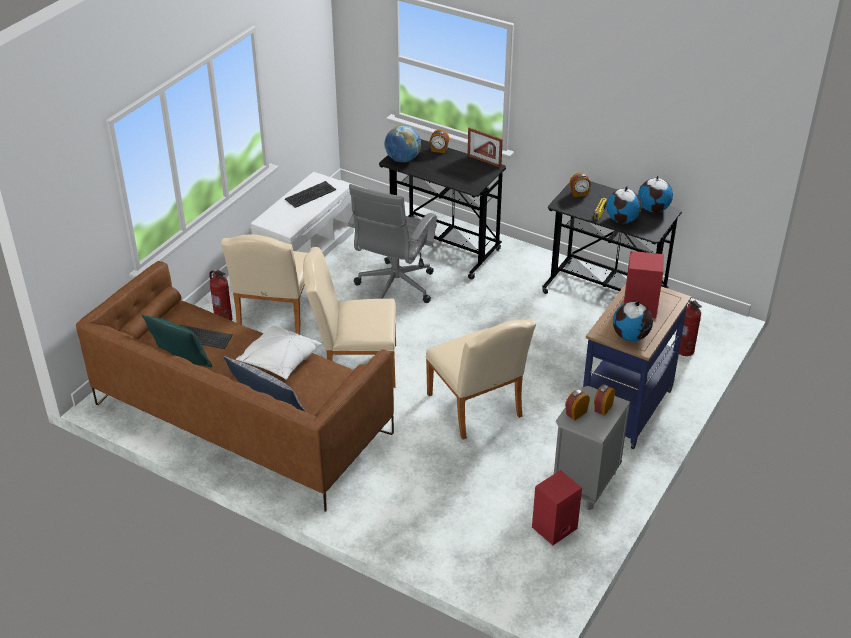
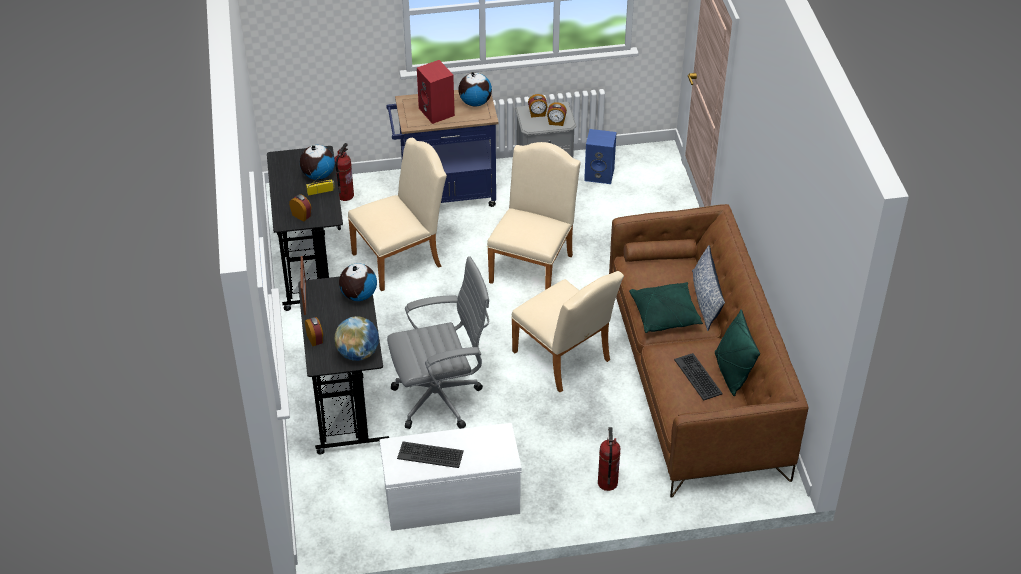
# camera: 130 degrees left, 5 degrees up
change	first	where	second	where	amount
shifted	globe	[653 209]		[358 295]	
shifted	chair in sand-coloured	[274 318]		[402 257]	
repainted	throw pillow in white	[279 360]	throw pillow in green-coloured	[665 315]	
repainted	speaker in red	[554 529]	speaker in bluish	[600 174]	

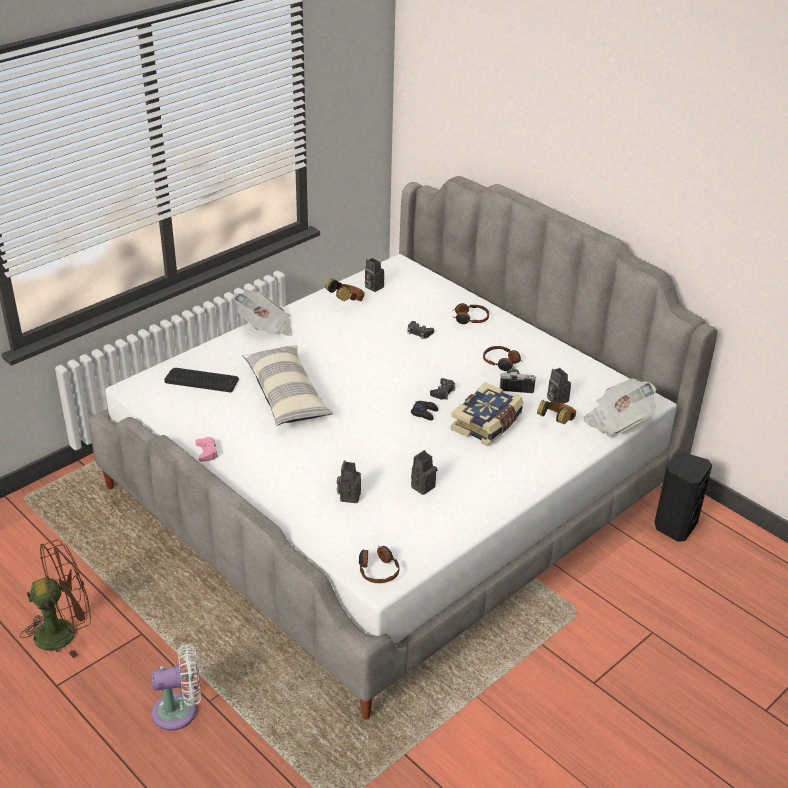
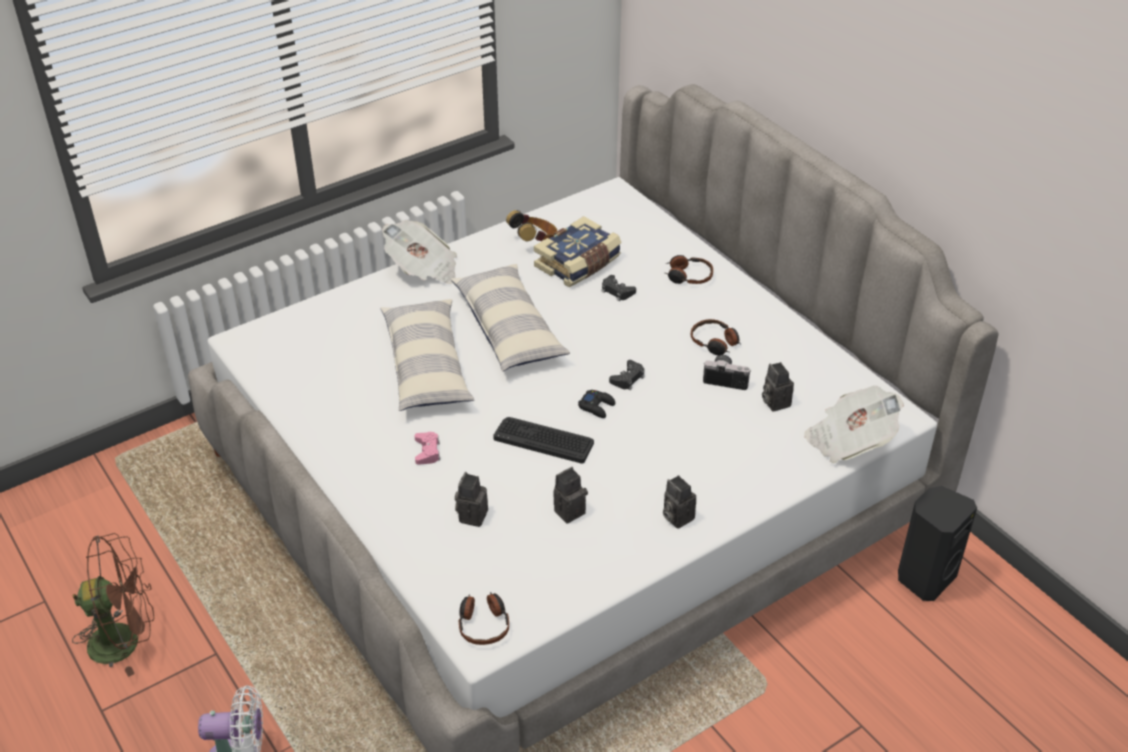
# camera: 10 degrees right, 5 degrees up
change	first	where	second	where	amount
shifted	photo camera	[372 287]		[676 517]	
shifted	PC keyboard	[202 380]		[544 440]	
shifted	volume	[487 424]		[578 264]	
gone	pair of headphones	[556 423]			
shifted	joypad in pink	[207 452]		[427 451]	
new			throw pillow	[509 329]	

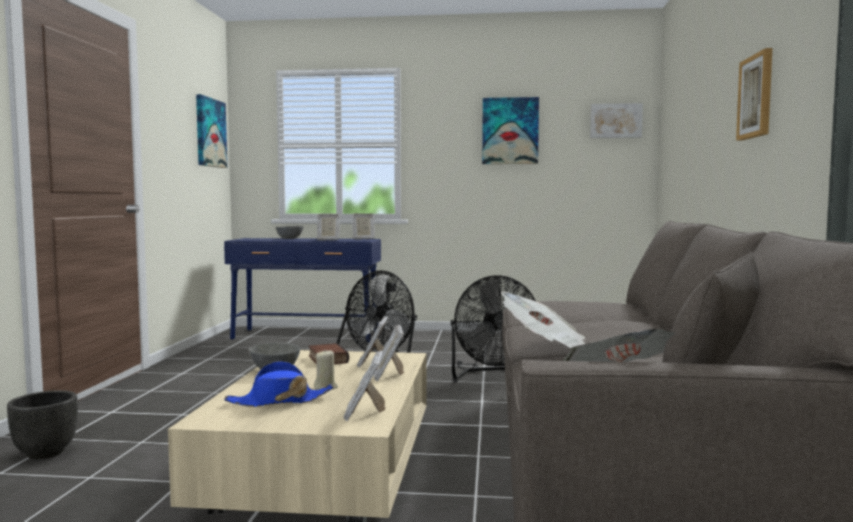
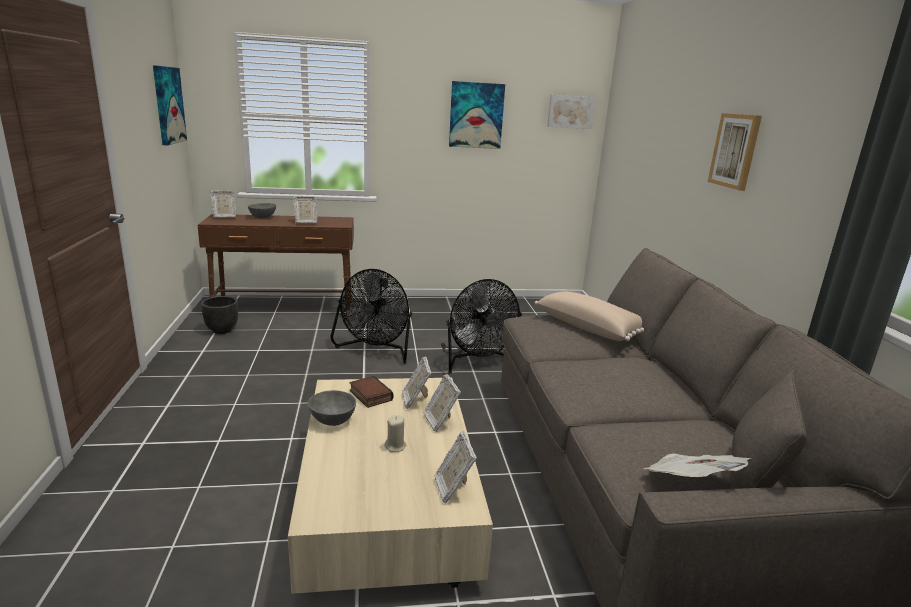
# camera: 15 degrees left, 15 degrees up
change	first	where	second	where	amount
shifted	picture frame	[363 239]		[224 217]	
repainted	console table in bluish	[306 336]	console table in brown	[284 310]	
gone	printed paper	[545 346]			
gone	wearable hat in bluish	[279 401]			
shifted	flower pot in black-coloured	[44 453]		[221 330]	
new			throw pillow in sand-coloured	[591 328]	

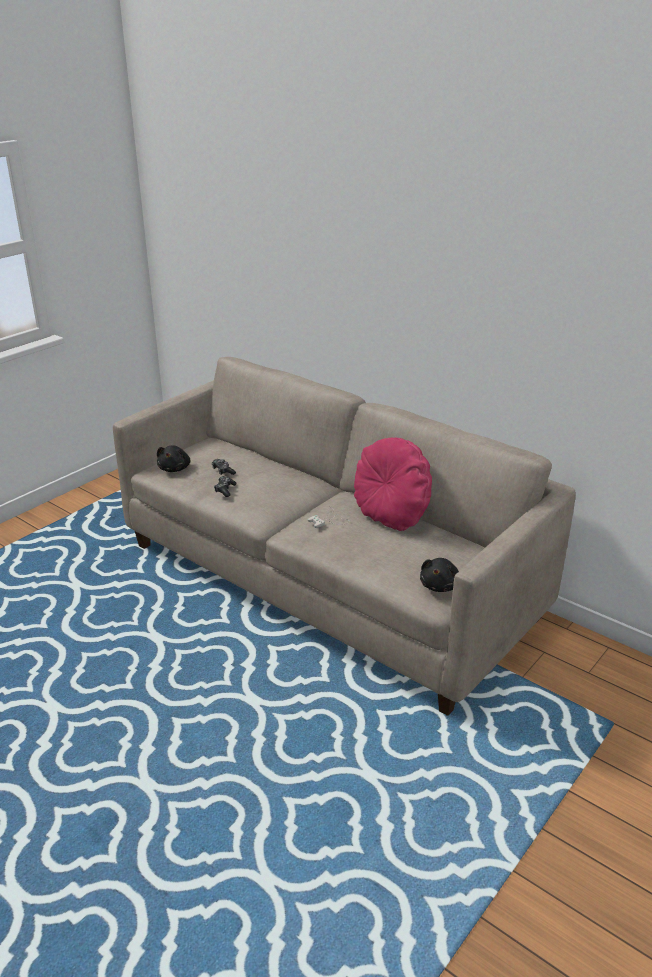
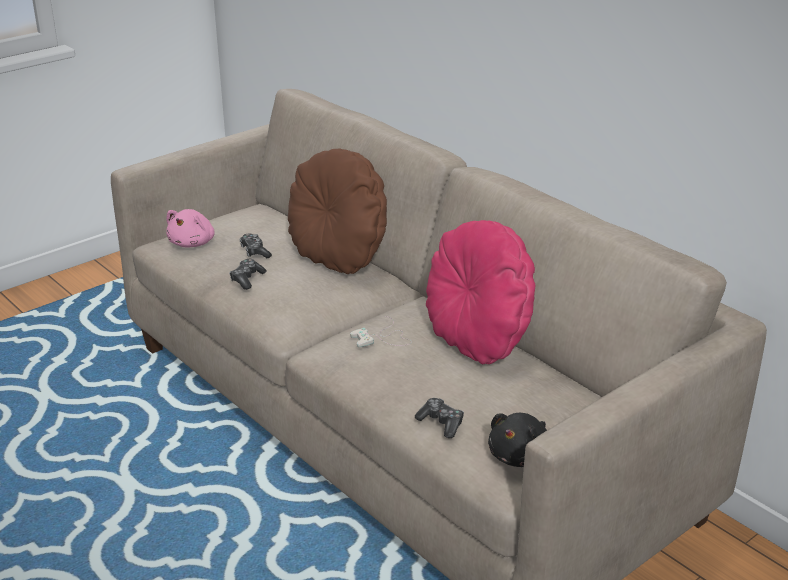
# camera: 10 degrees right, 0 degrees up
change	first	where	second	where	amount
repainted	plush toy in black-coloured	[175 468]	plush toy in pink	[193 243]	
new			throw pillow in brown	[338 259]	
new			joypad	[441 423]	

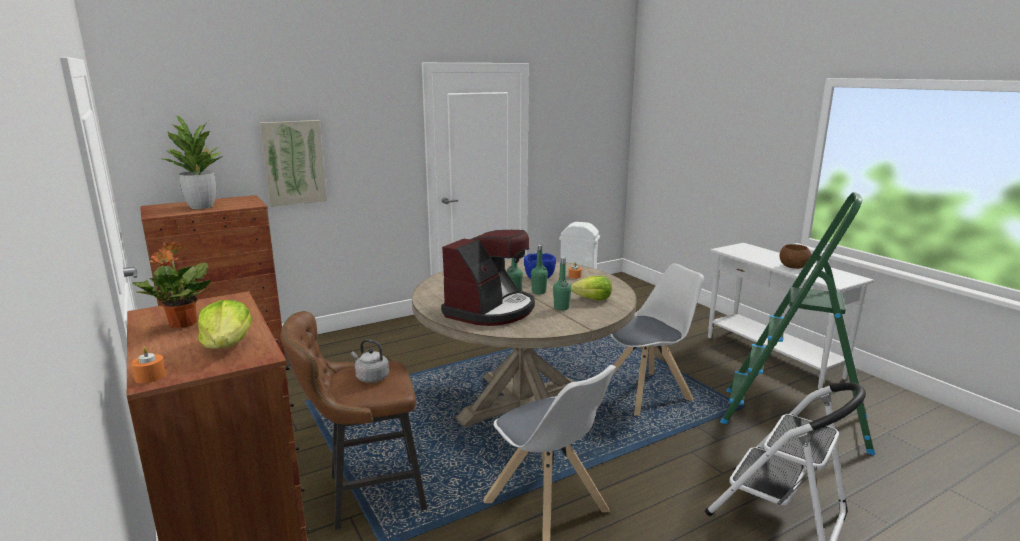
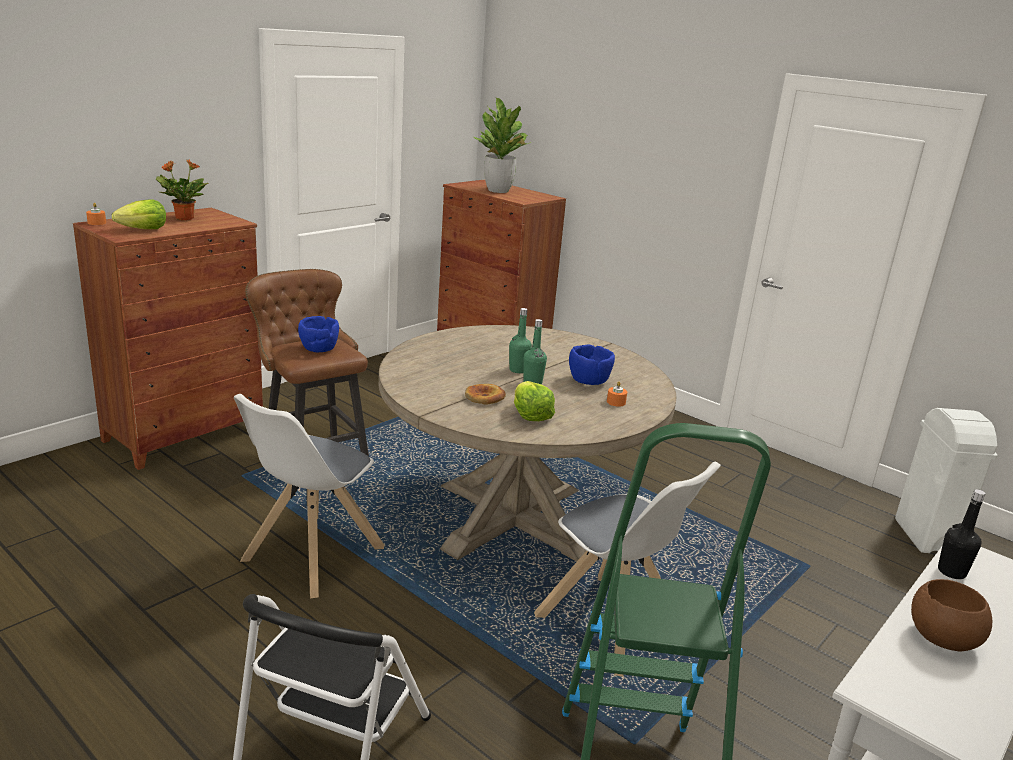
# camera: 70 degrees right, 5 degrees up
change	first	where	second	where	amount
gone	wall art	[294 162]			
gone	coffee machine	[490 310]			
swapped	drink bottle in green-coloured	[561 308]	bread	[484 397]	
swapped	water kettle in gray	[370 377]	serving bowl in bluish	[319 348]	
new			drink bottle in black-coloured	[951 572]	

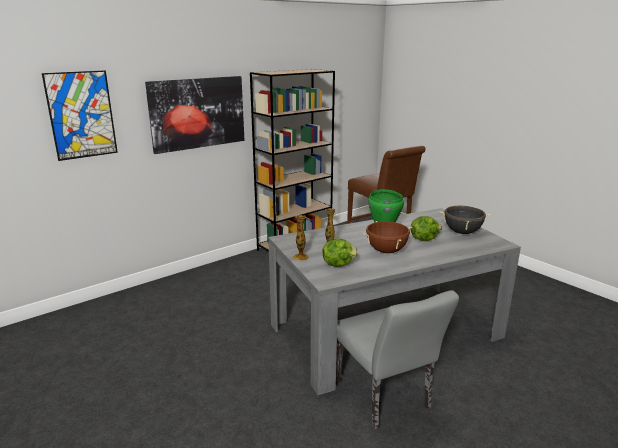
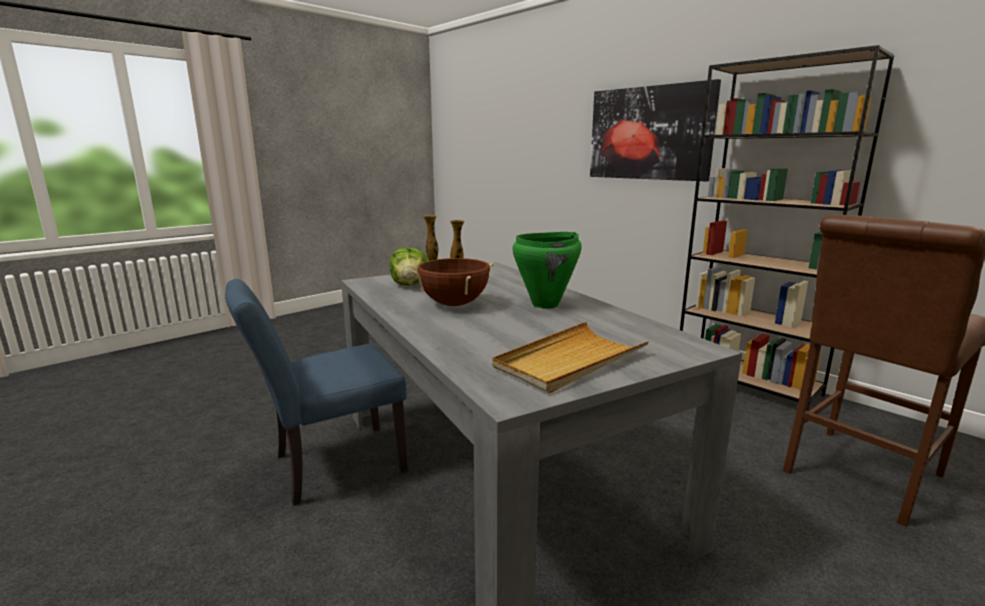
# camera: 85 degrees right, 5 degrees down
change	first	where	second	where	amount
gone	wall art	[81 115]			
swapped	saucepot in black-coloured	[462 232]	tray in sand-coloured	[570 360]	
gone	head of lettuce	[424 239]			
repainted	chair in gray	[385 399]	chair in bluish	[329 465]	

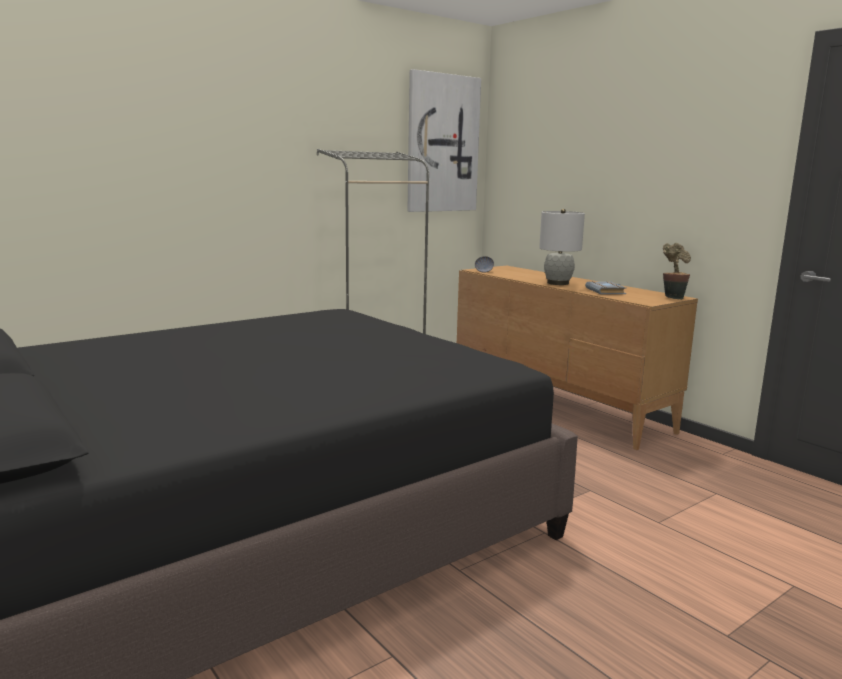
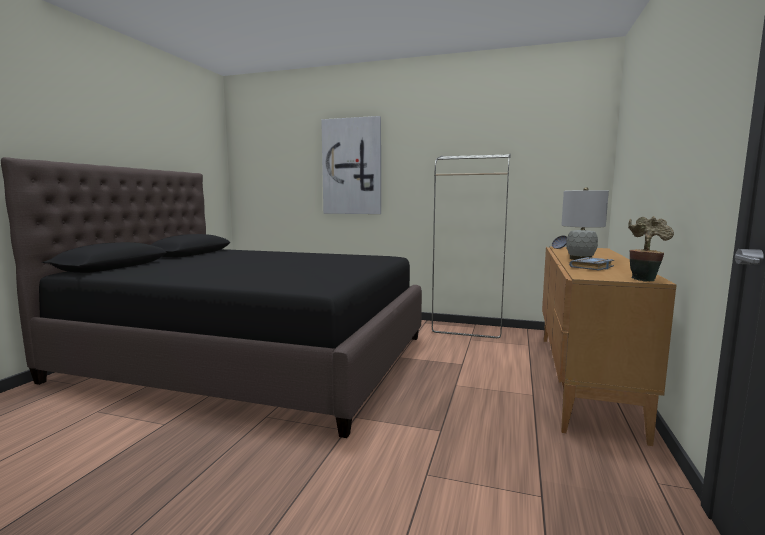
# camera: 55 degrees right, 5 degrees down
change	first	where	second	where	amount
shifted	wall art	[442 144]		[352 166]	

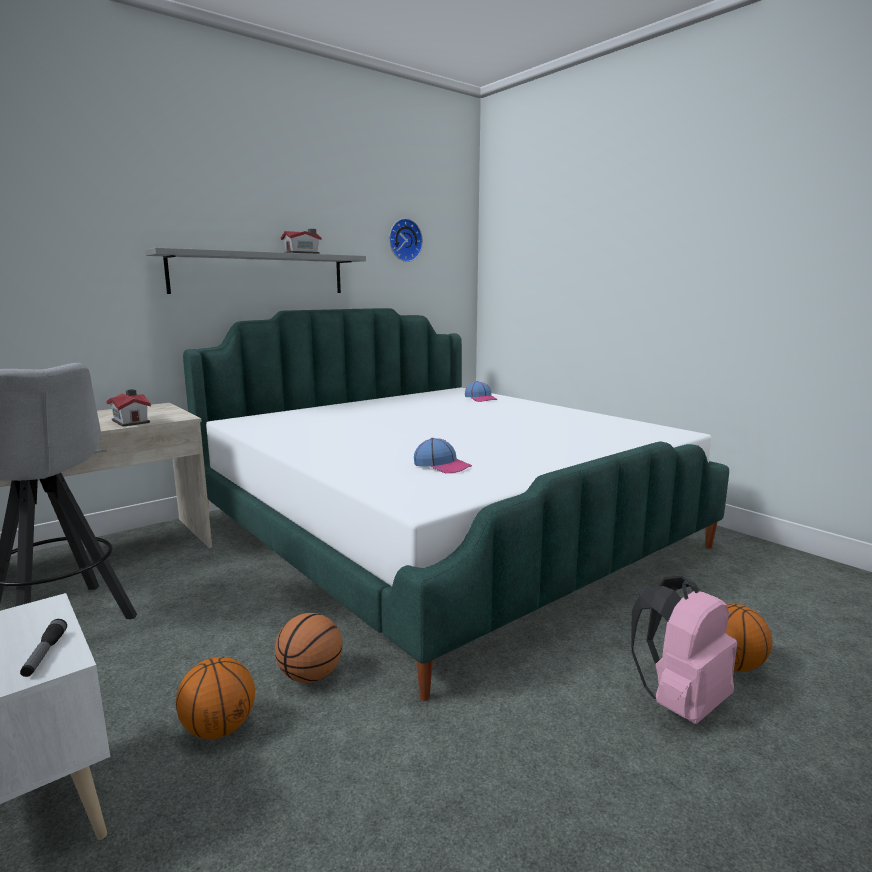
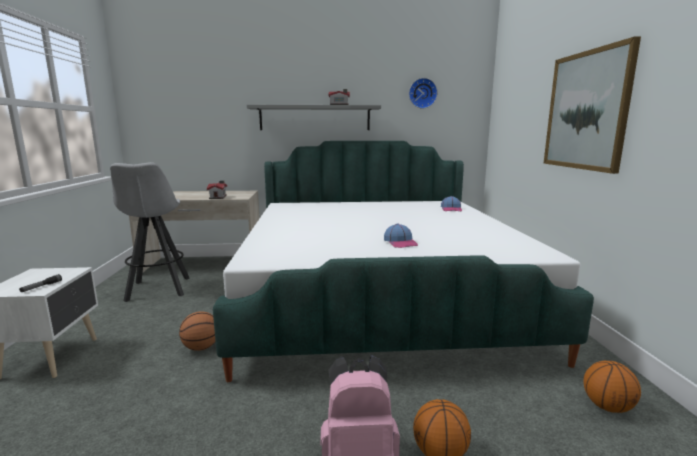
# camera: 35 degrees right, 0 degrees up
change	first	where	second	where	amount
shifted	baseball cap	[442 465]		[400 242]	
shifted	ball for basketball	[219 728]		[607 406]	
new			wall art	[586 110]	

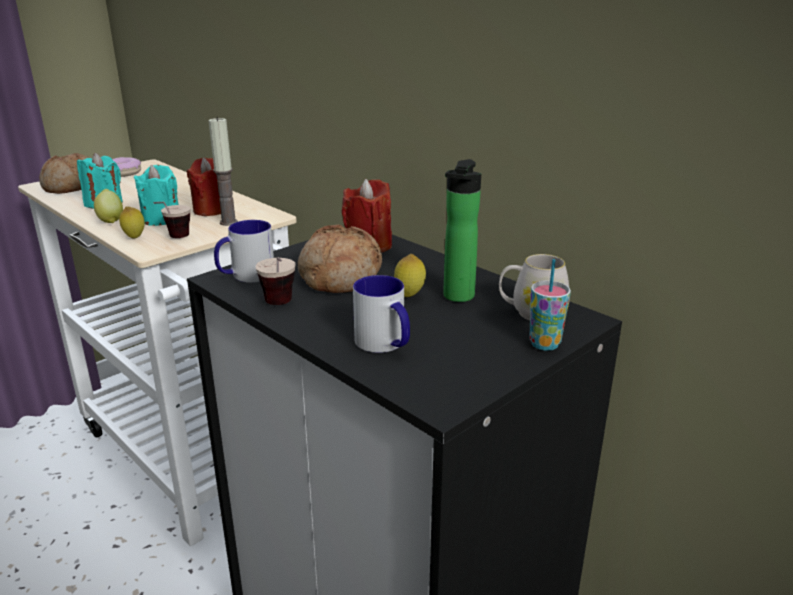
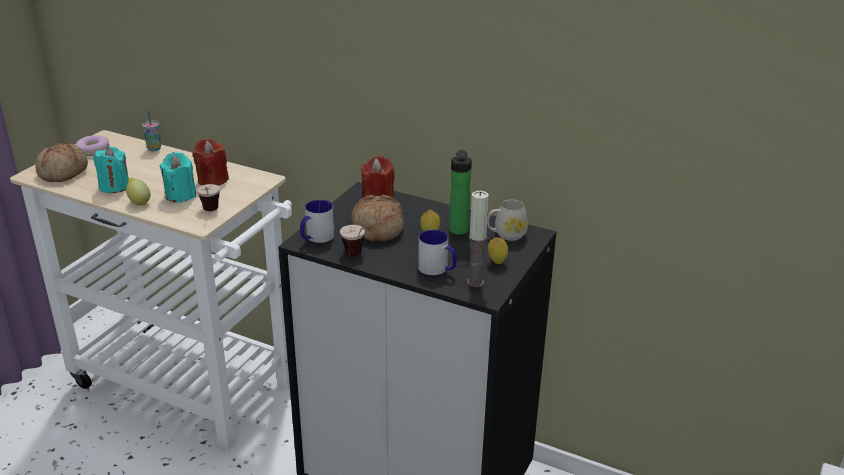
# camera: 20 degrees left, 5 degrees up
change	first	where	second	where	amount
shifted	wax light	[228 222]		[475 282]	
shifted	lemon	[134 237]		[497 262]	
shifted	drinking cup	[544 344]		[154 149]	

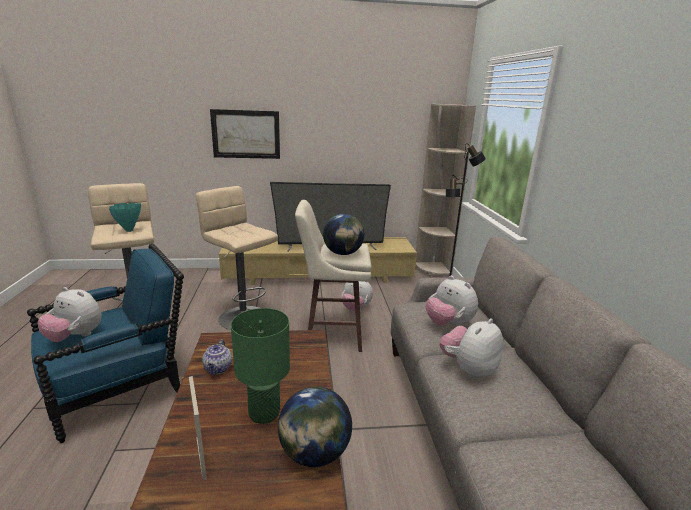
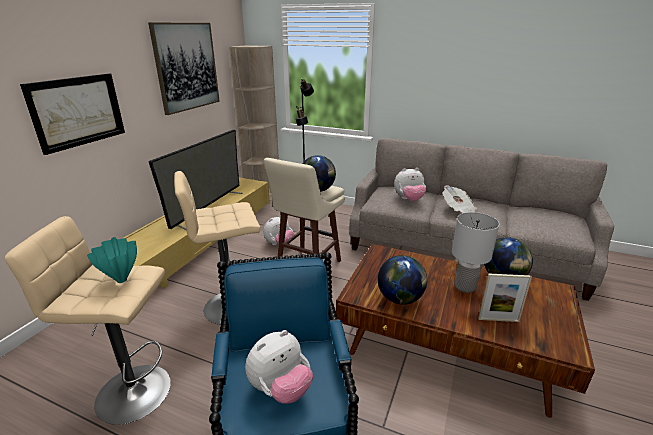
# camera: 60 degrees left, 5 degrees up
change	first	where	second	where	amount
repainted	table lamp in green-coloured	[264 415]	table lamp in gray	[464 288]	
swapped	plush toy	[468 369]	printed paper	[458 210]	
swapped	teapot	[218 369]	globe	[400 299]	
new			wall art	[186 67]	

